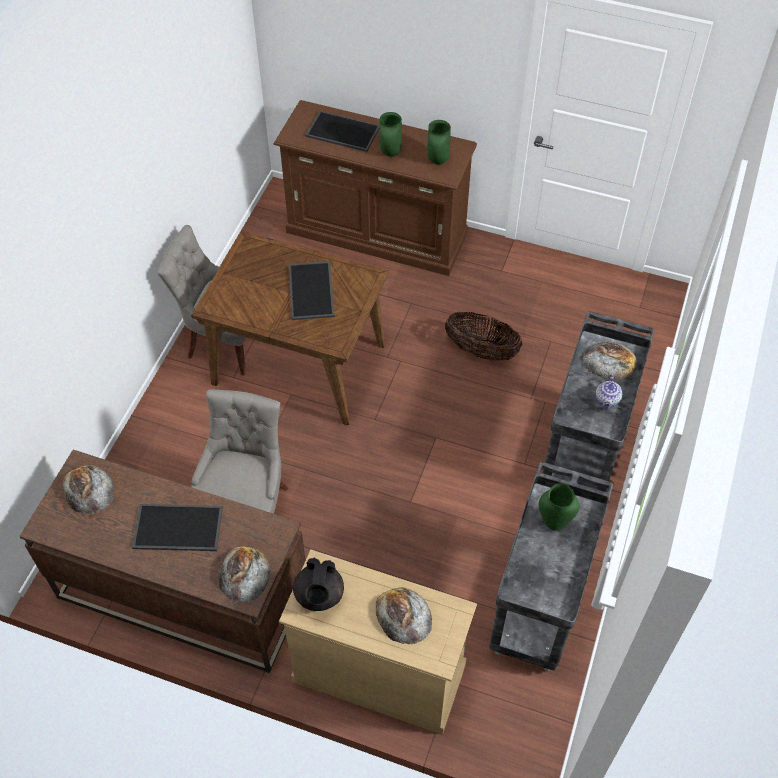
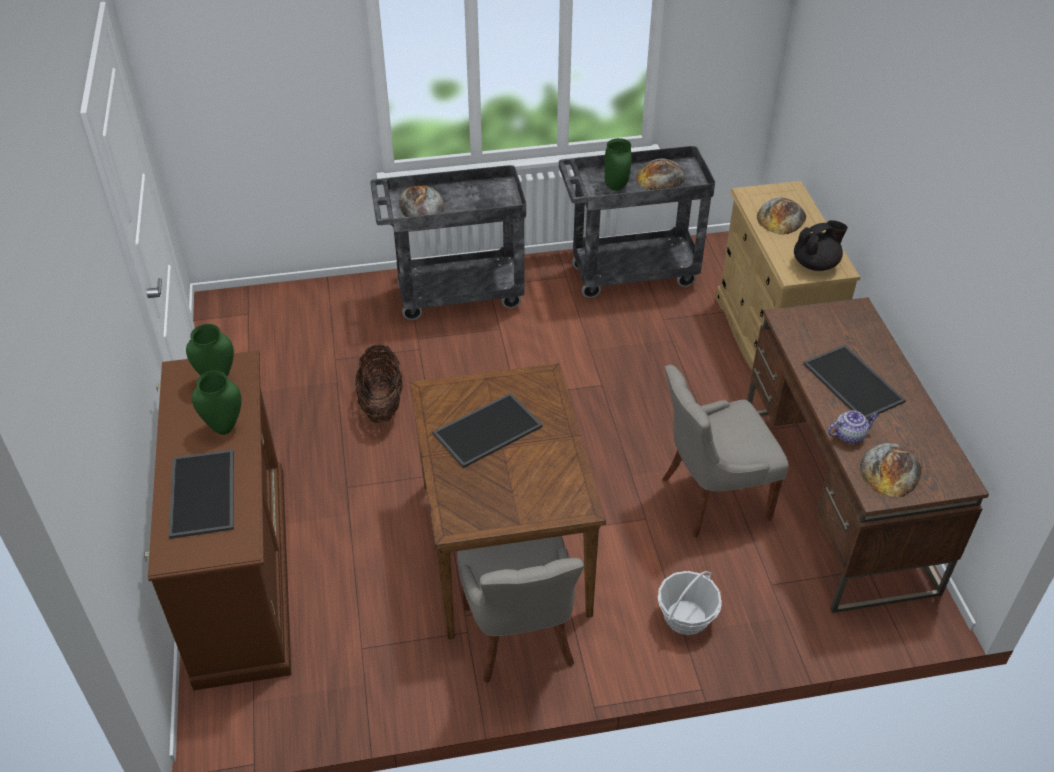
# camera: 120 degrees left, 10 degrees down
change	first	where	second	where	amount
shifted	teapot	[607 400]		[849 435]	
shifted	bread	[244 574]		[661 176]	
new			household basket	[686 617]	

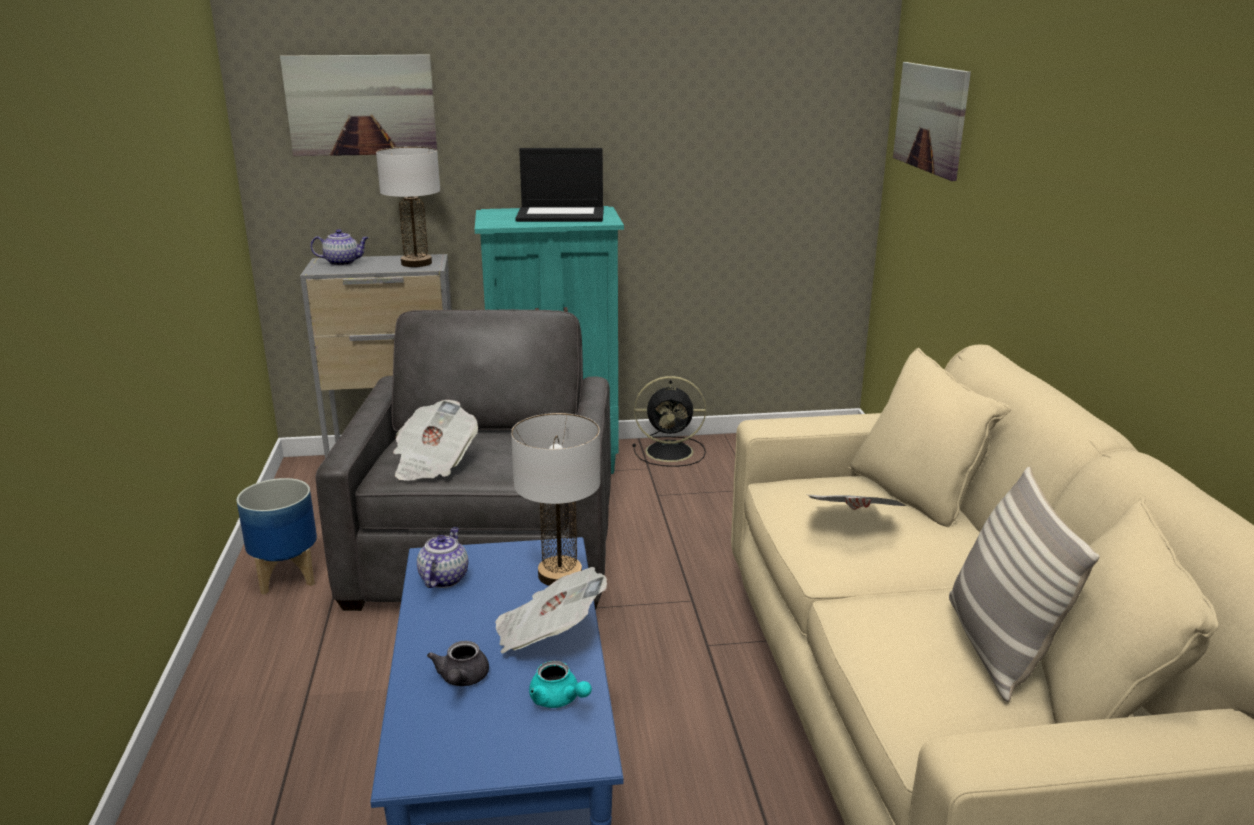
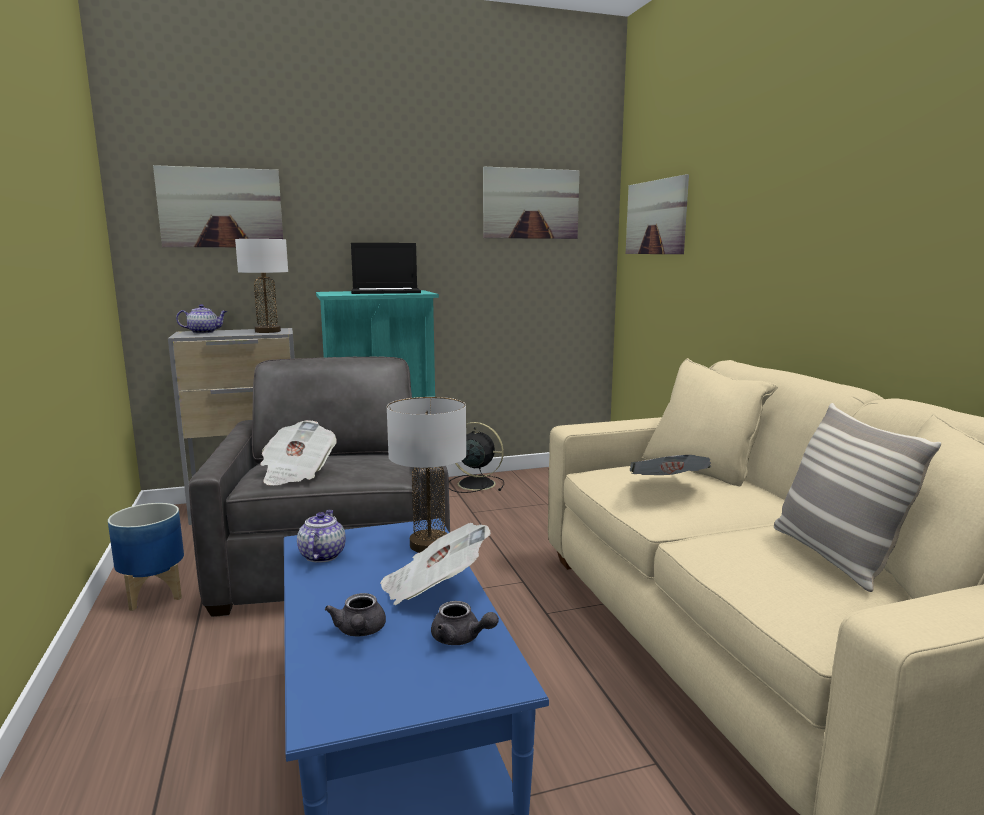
# camera: 10 degrees left, 10 degrees down
change	first	where	second	where	amount
rotated	electric fan in black-coloured	[671 451]		[474 484]	150 degrees counterclockwise
repainted	teapot in turquoise	[558 700]	teapot in gray	[461 639]	
new			wall art	[531 204]	

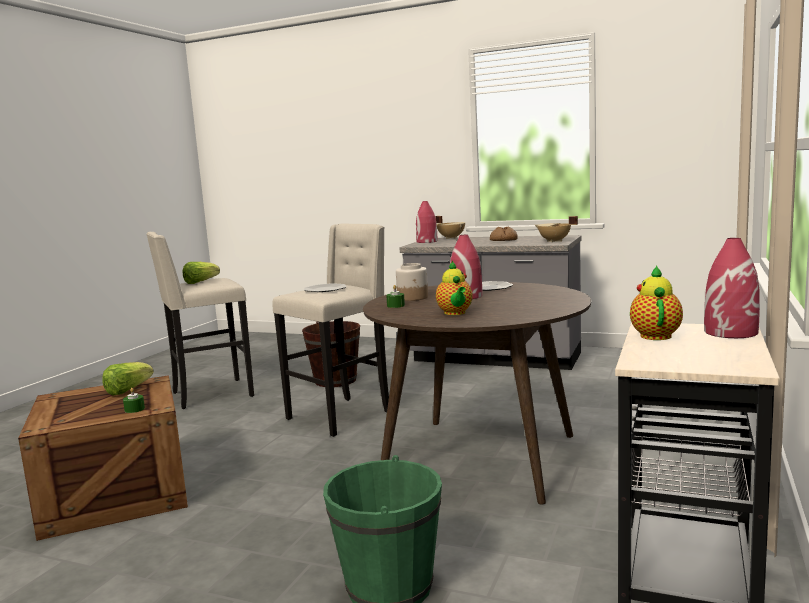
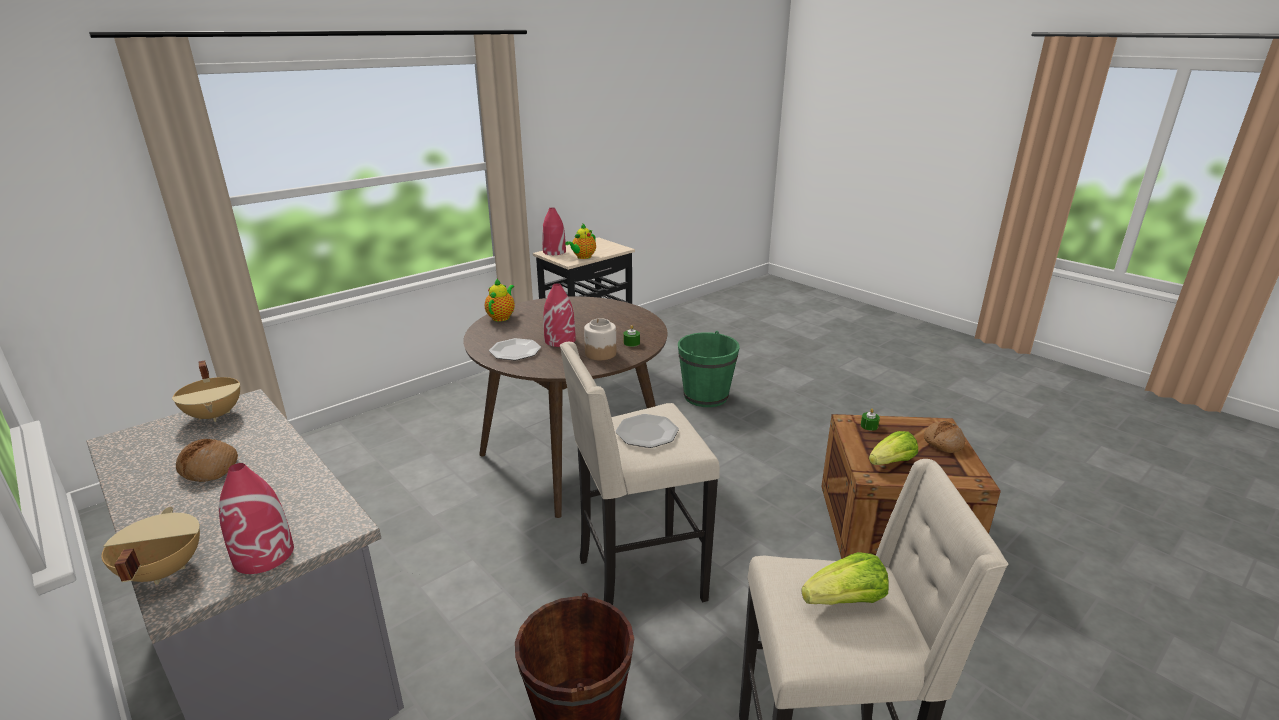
# camera: 155 degrees left, 15 degrees up
change	first	where	second	where	amount
shifted	teapot	[455 313]		[502 317]	
new			bread	[942 443]	

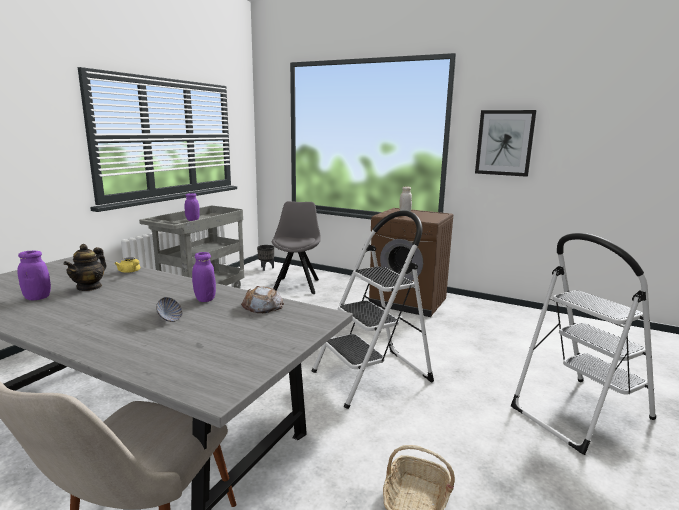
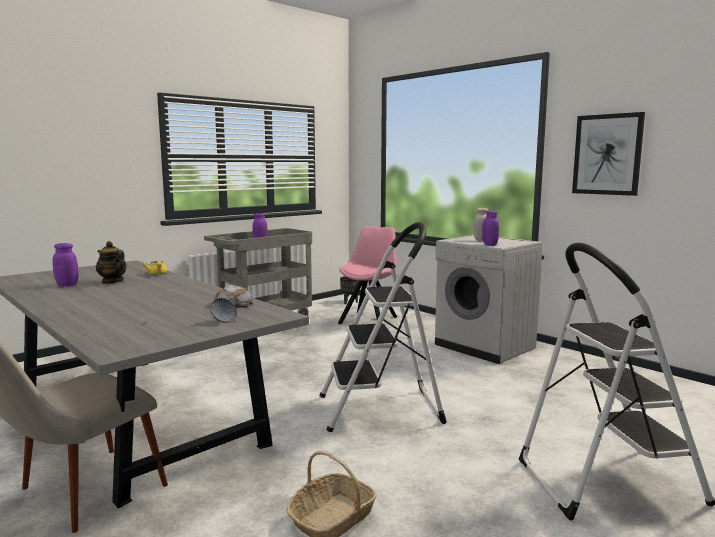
# camera: 20 degrees right, 5 degrees down
change	first	where	second	where	amount
repainted	chair in gray	[297 285]	chair in pink	[369 320]	
repainted	laundry machine in brown	[407 302]	laundry machine in white	[483 347]	
rotated	teapot	[89 287]		[112 281]	90 degrees clockwise
shifted	storage jar in purple-coloured	[205 299]		[490 245]	
shifted	serving bowl	[170 319]		[224 321]	

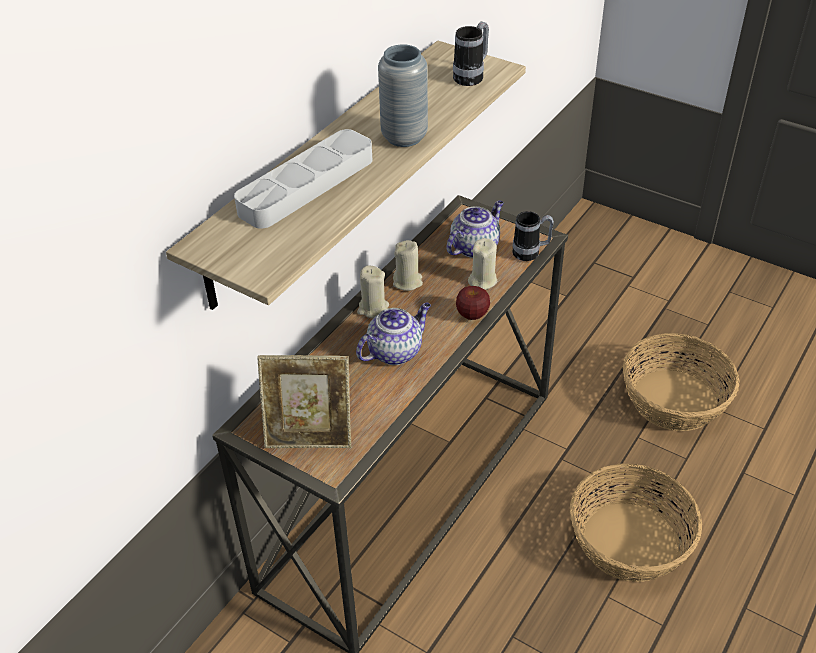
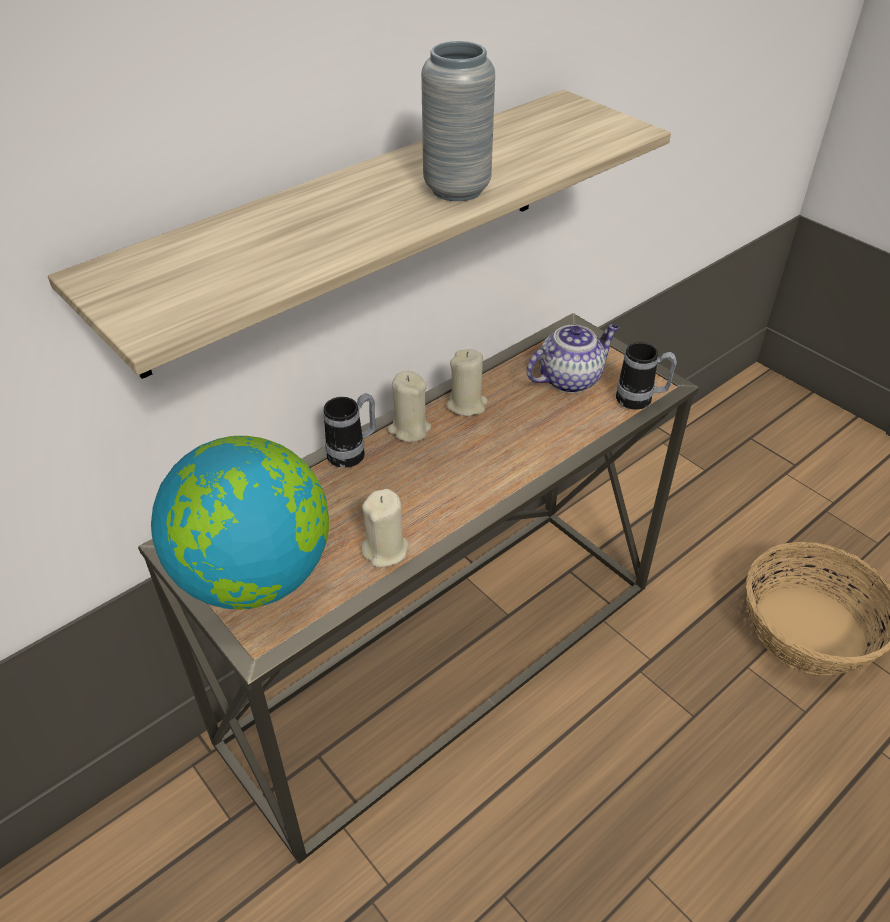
# camera: 15 degrees right, 0 degrees up
change	first	where	second	where	amount
shifted	mug	[472 76]		[353 452]	
gone	tray in gray	[306 185]			
shifted	wax light in sand-coloured	[482 280]		[385 550]	
gone	apple fruit	[472 315]			
gone	teapot	[395 351]			
swapped	picture frame	[310 435]	globe	[255 576]	
gone	household basket	[629 540]			

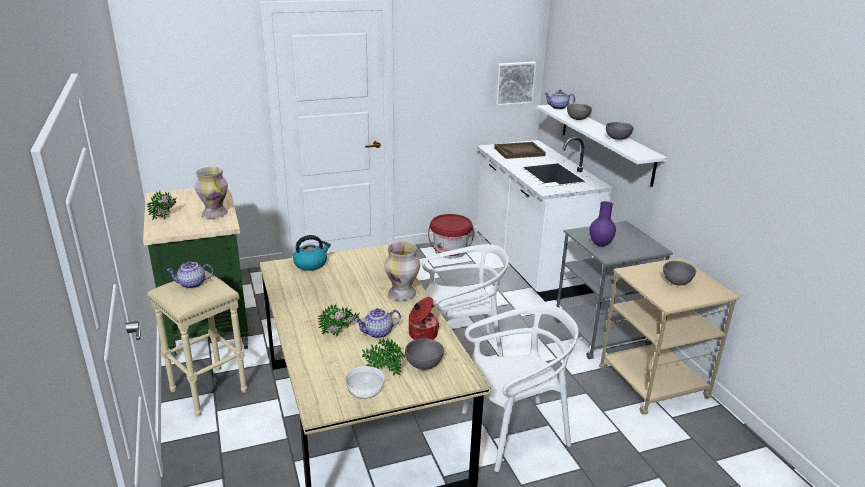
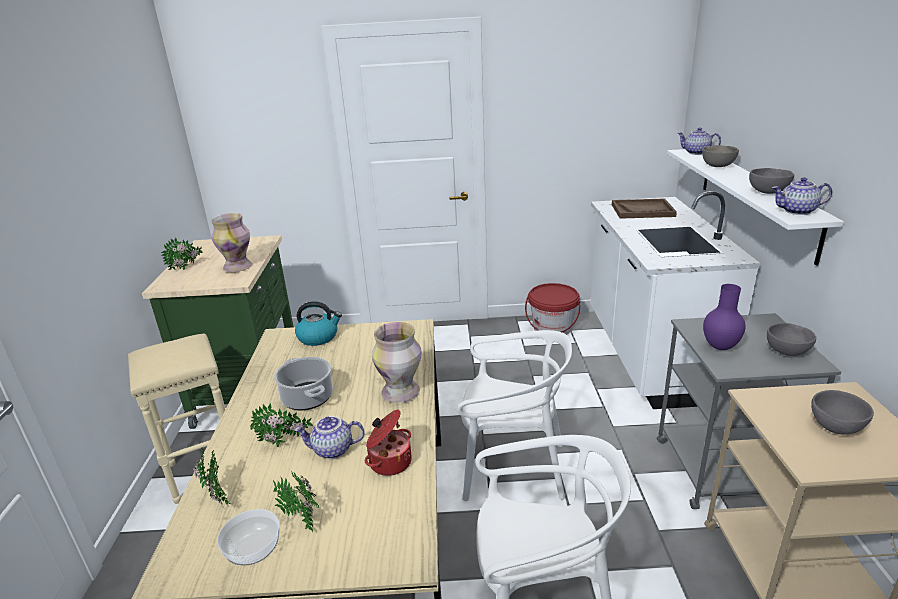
# camera: 20 degrees right, 0 degrees up
change	first	where	second	where	amount
gone	wall art	[514 83]			
shifted	teapot	[192 284]		[797 211]	
shifted	serving bowl in gray	[424 365]		[787 352]	
new			saucepot	[307 397]	
new			plant in a pot	[218 500]	

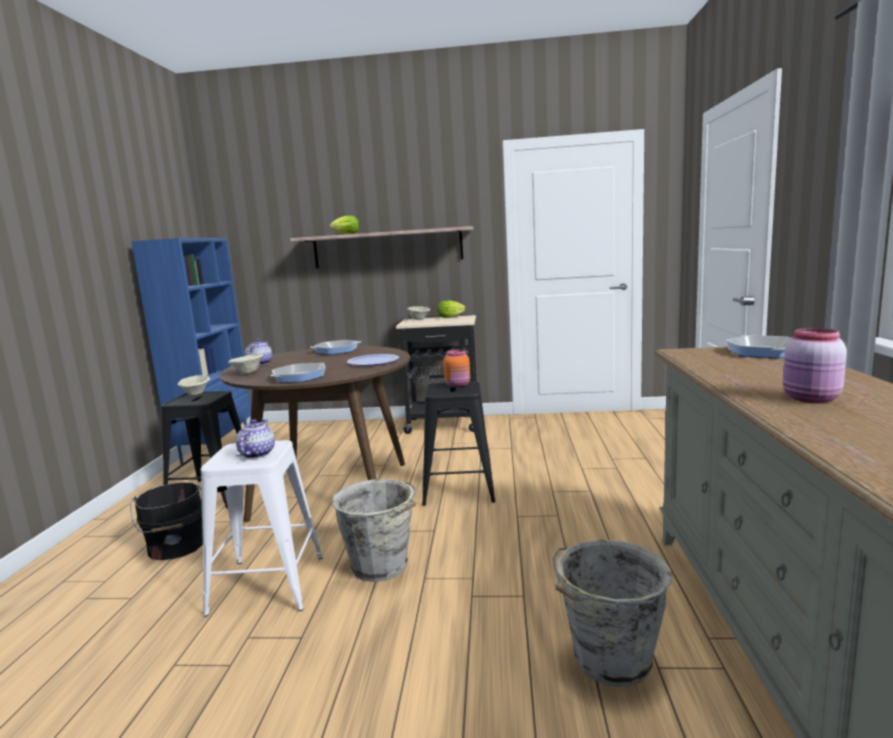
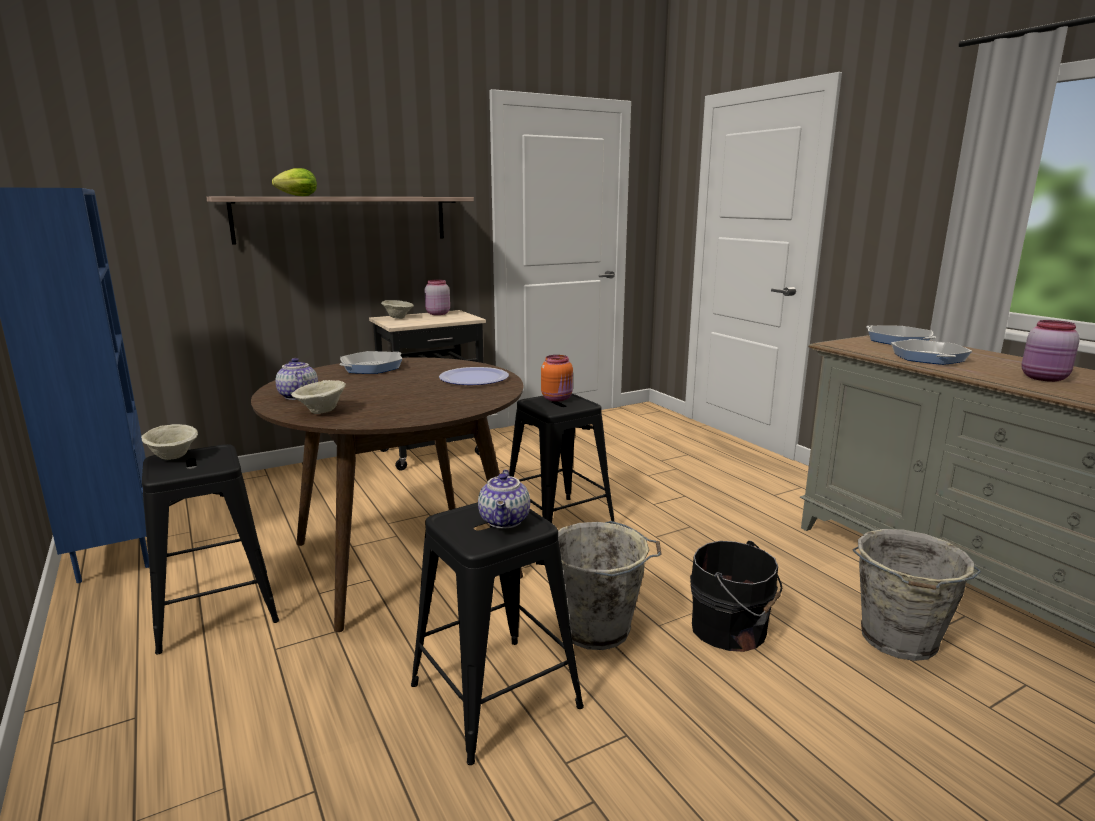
# camera: 35 degrees left, 5 degrees up
change	first	where	second	where	amount
swapped	head of lettuce	[452 317]	storage jar in pink	[437 314]	
shifted	frying pan	[299 377]		[928 357]	
rotated	teapot	[256 454]		[505 521]	150 degrees counterclockwise
repainted	sitting stool in white	[267 584]	sitting stool in black-coloured	[495 695]	
shifted	bucket in black-coloured	[176 547]		[732 630]	

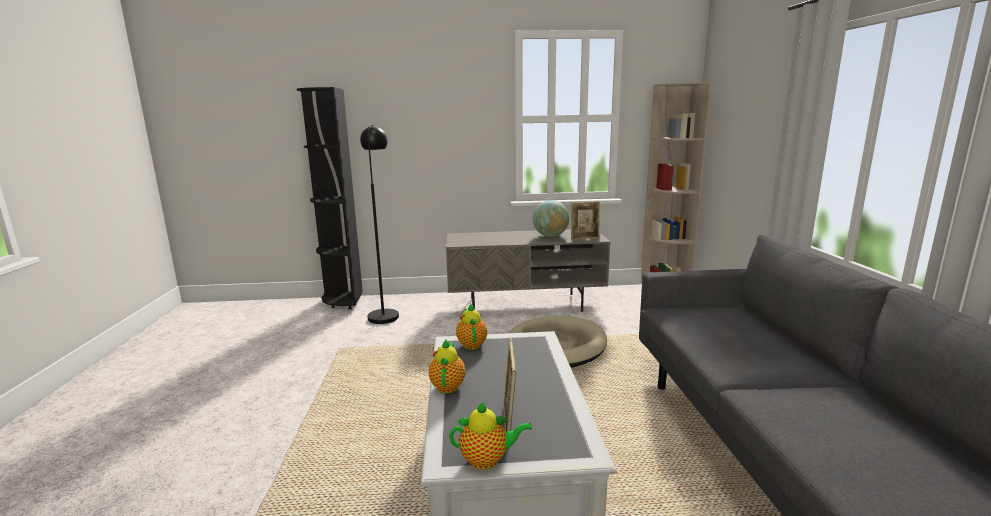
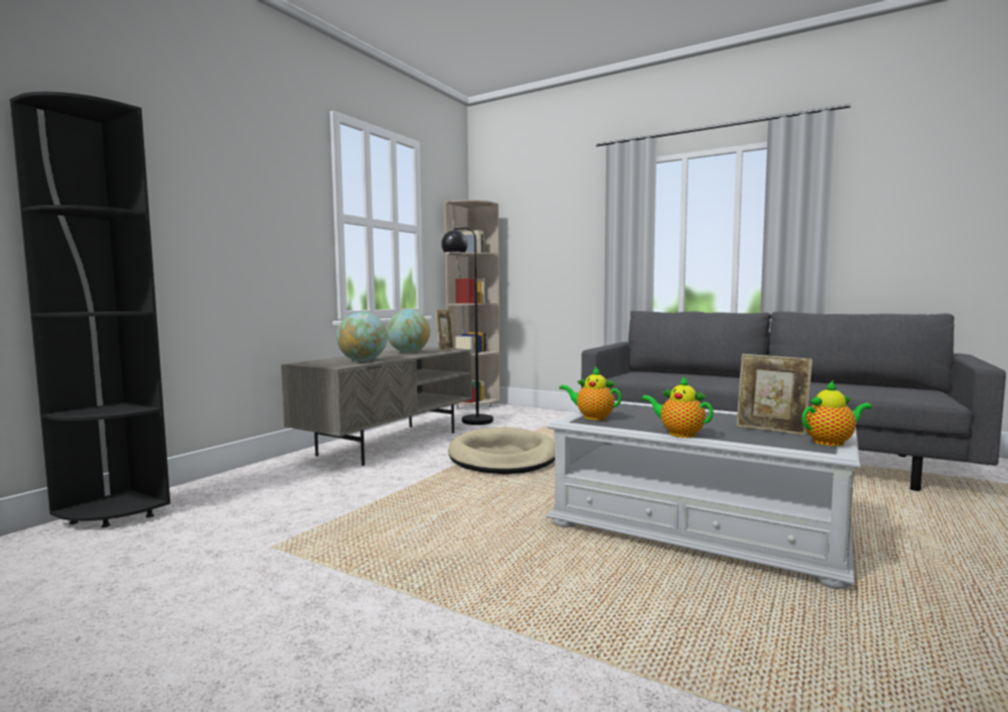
# camera: 55 degrees left, 10 degrees down
change	first	where	second	where	amount
shifted	floor lamp in black-coloured	[384 314]		[469 420]	
rotated	teapot	[487 460]		[831 442]	45 degrees clockwise
new			globe	[362 361]	

